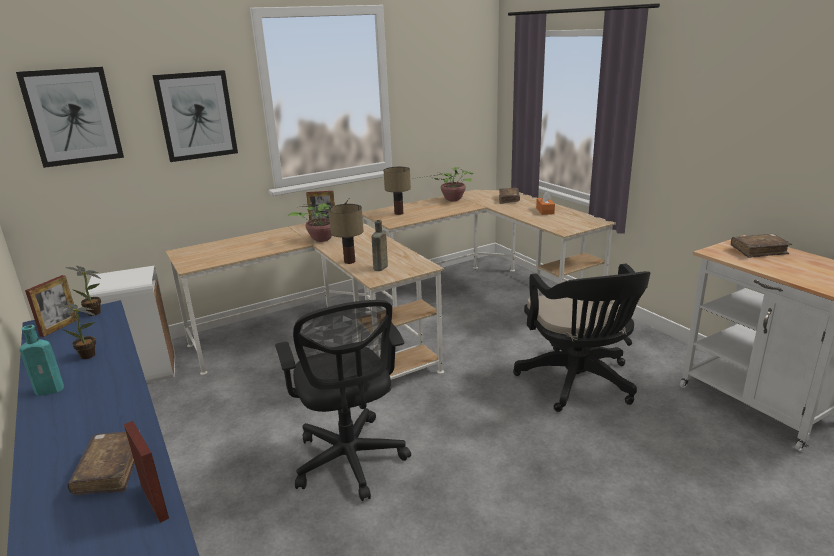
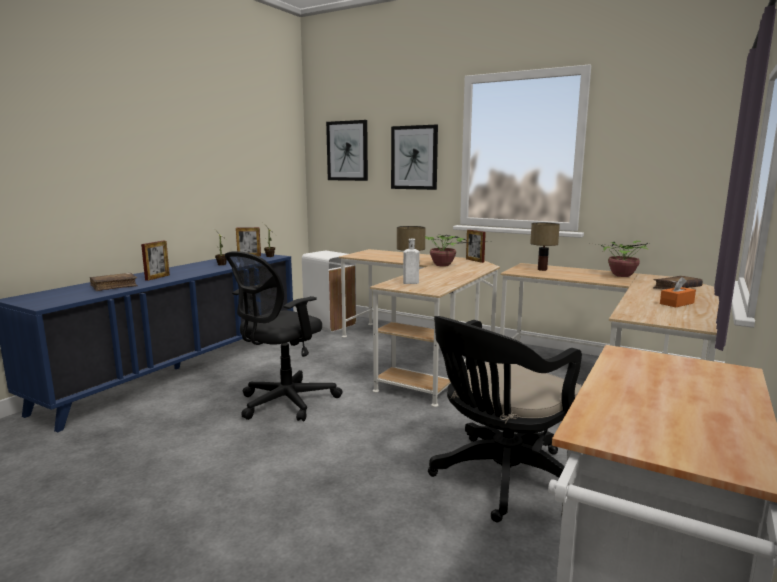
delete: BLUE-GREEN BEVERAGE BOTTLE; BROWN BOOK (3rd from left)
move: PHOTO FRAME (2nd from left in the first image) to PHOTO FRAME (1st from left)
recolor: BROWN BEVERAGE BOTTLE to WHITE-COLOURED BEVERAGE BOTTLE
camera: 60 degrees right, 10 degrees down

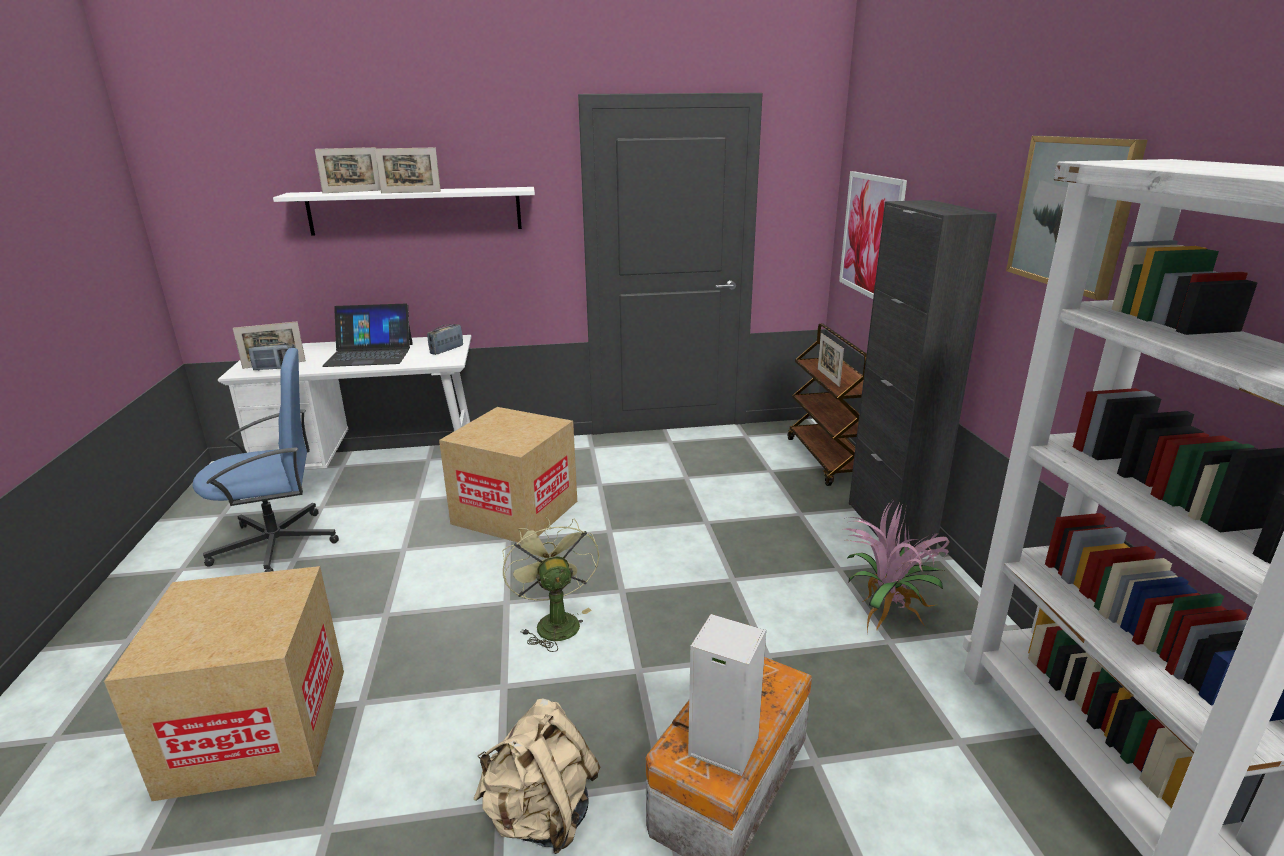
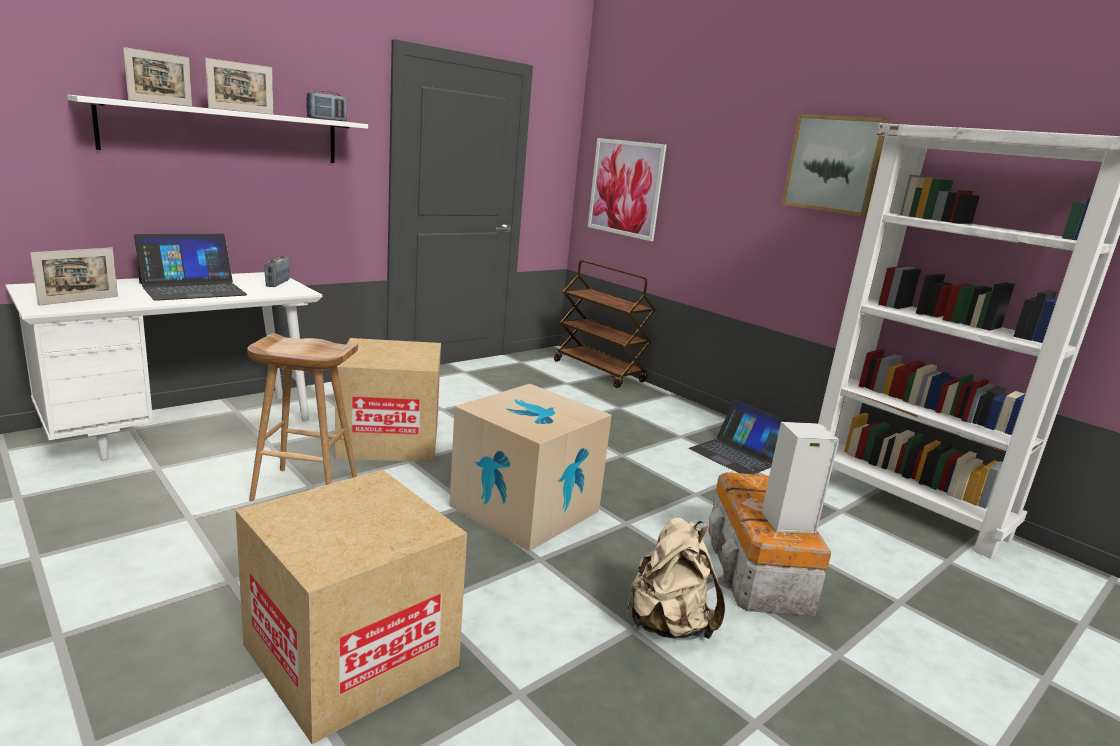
delete: BLUISH OFFICE CHAIR; PHOTO FRAME (4th from left); BLACK STORAGE CABINET
insert: BROWN STOOL
move: RADIO RECEIVER (1st from left in the first image) to RADIO RECEIVER (2nd from left)
replace: GREEN FAN to CARTON (3rd from left); HOUSEPLANT to NOTEBOOK COMPUTER (2nd from left)
camera: 35 degrees left, 5 degrees down

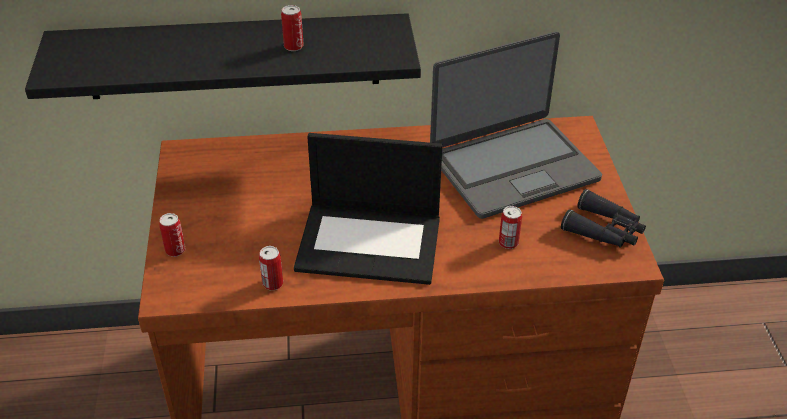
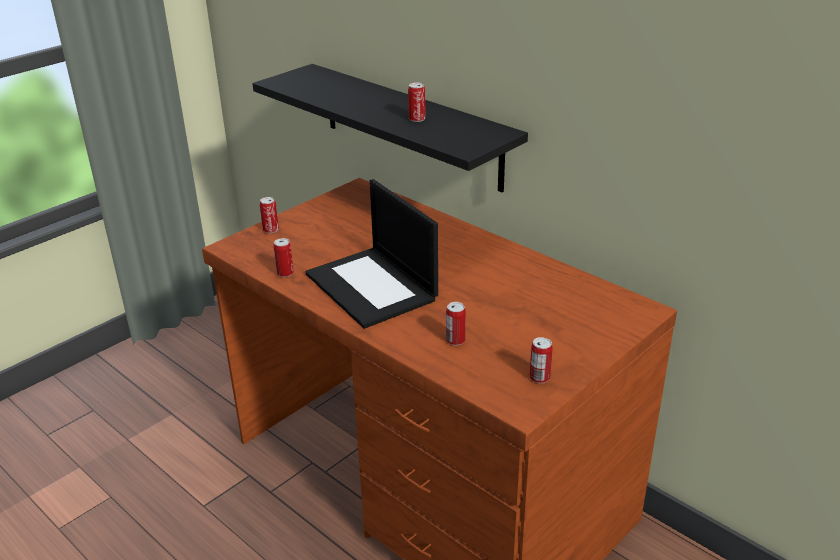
delete: NOTEBOOK COMPUTER (2nd from left)
replace: BLACK BINOCULARS to CAN (5th from left)
camera: 50 degrees right, 10 degrees down

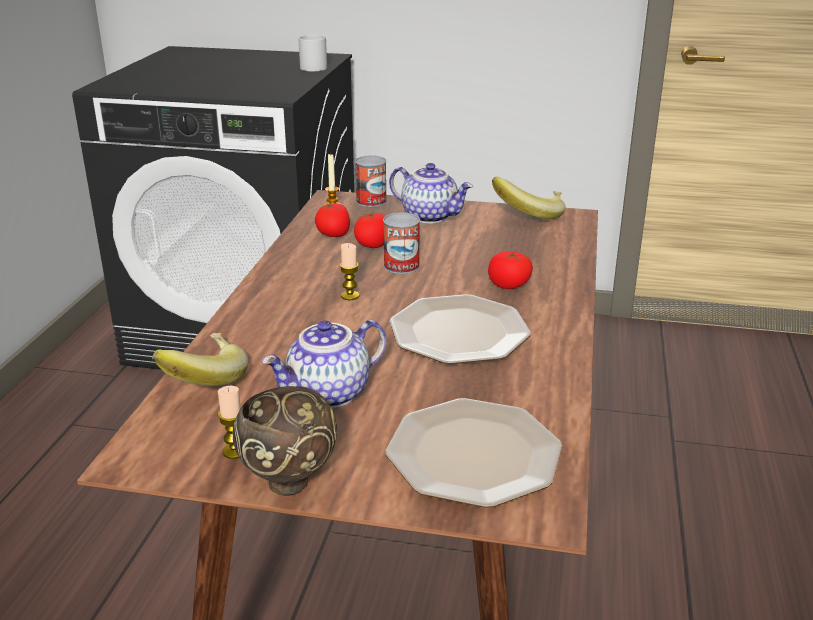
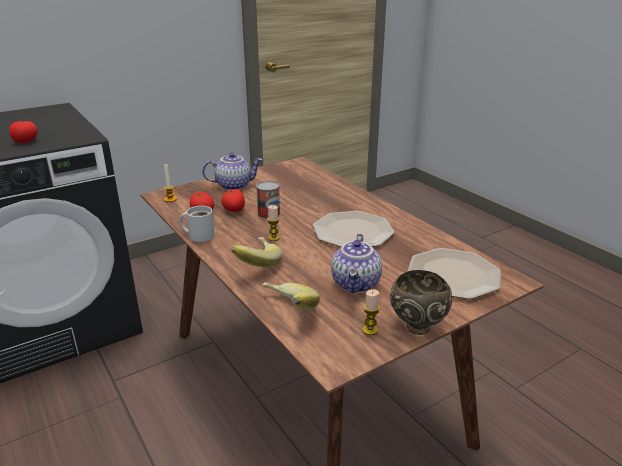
delete: CAN (1st from left)
move: WHITE-COLOURED MUG; FRESH TOMATO (3rd from left in the first image) to FRESH TOMATO (1st from left); WHOLE BANANA (2nd from left in the first image) to WHOLE BANANA (1st from left)
camera: 45 degrees left, 0 degrees up

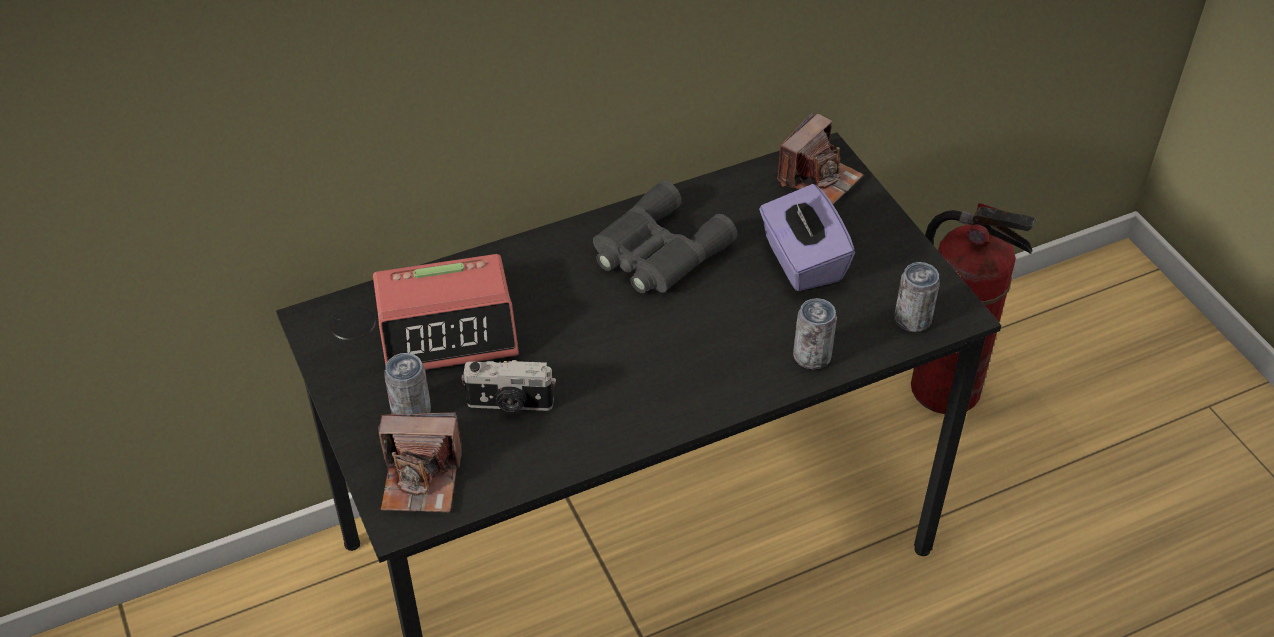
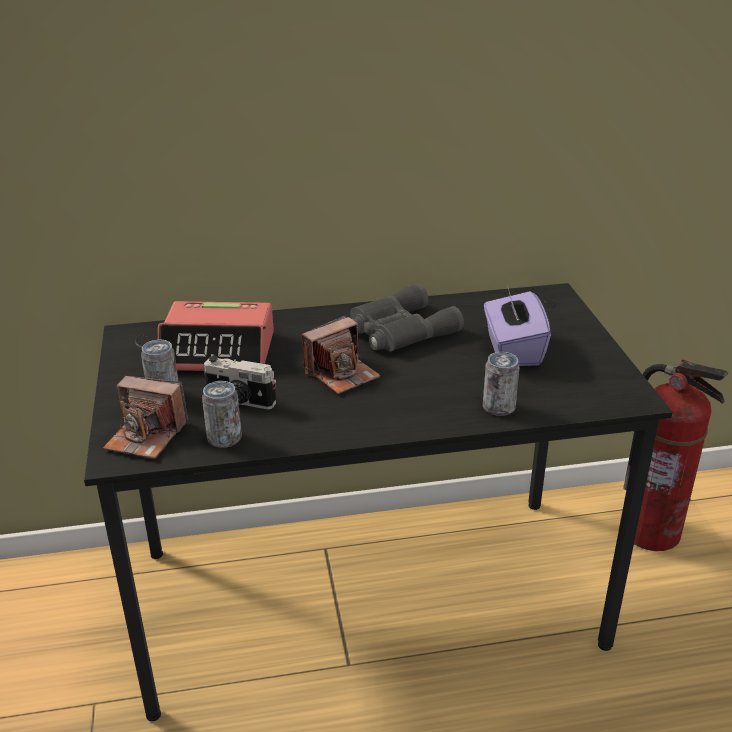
move: STILL CAMERA (3rd from left); CAN (3rd from left in the first image) to CAN (2nd from left)
camera: 15 degrees right, 15 degrees down

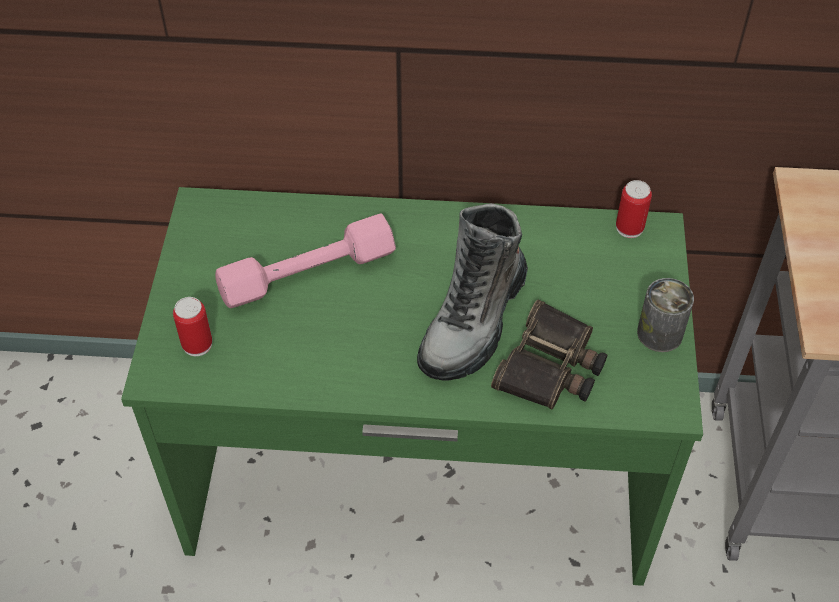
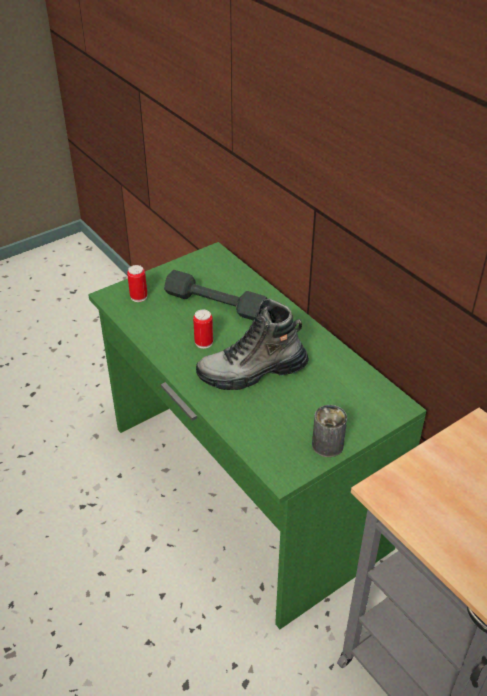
delete: BINOCULARS
move: CAN (2nd from left)
recolor: PINKISH DUMBBELL to GREY DUMBBELL
camera: 50 degrees right, 10 degrees down

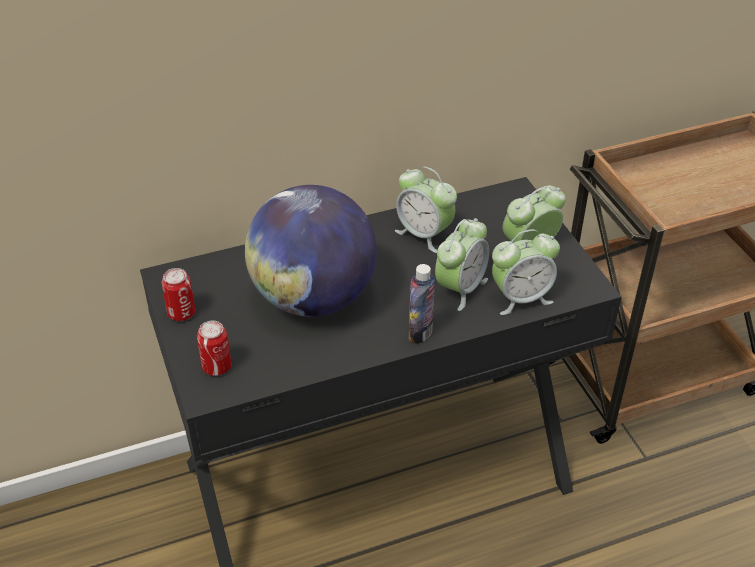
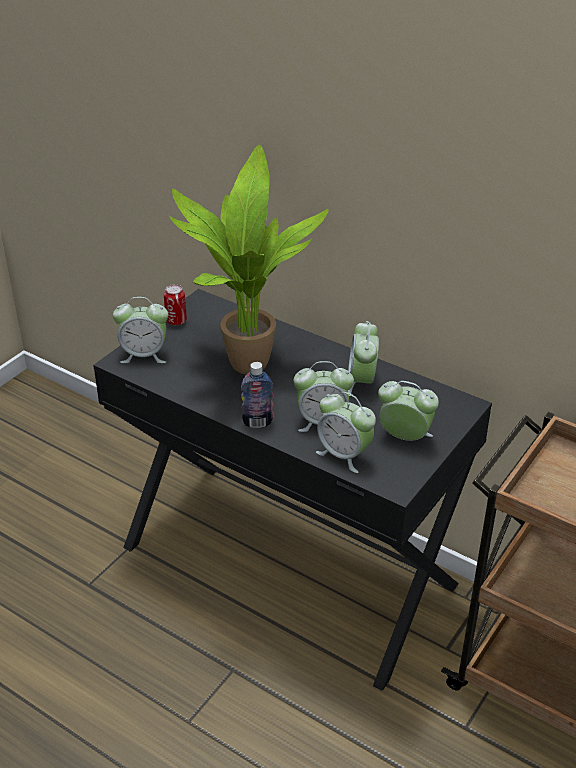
replace: CAN (2nd from left) to TABLE CLOCK (1st from left); GLOBE to HOUSEPLANT
camera: 55 degrees right, 5 degrees down

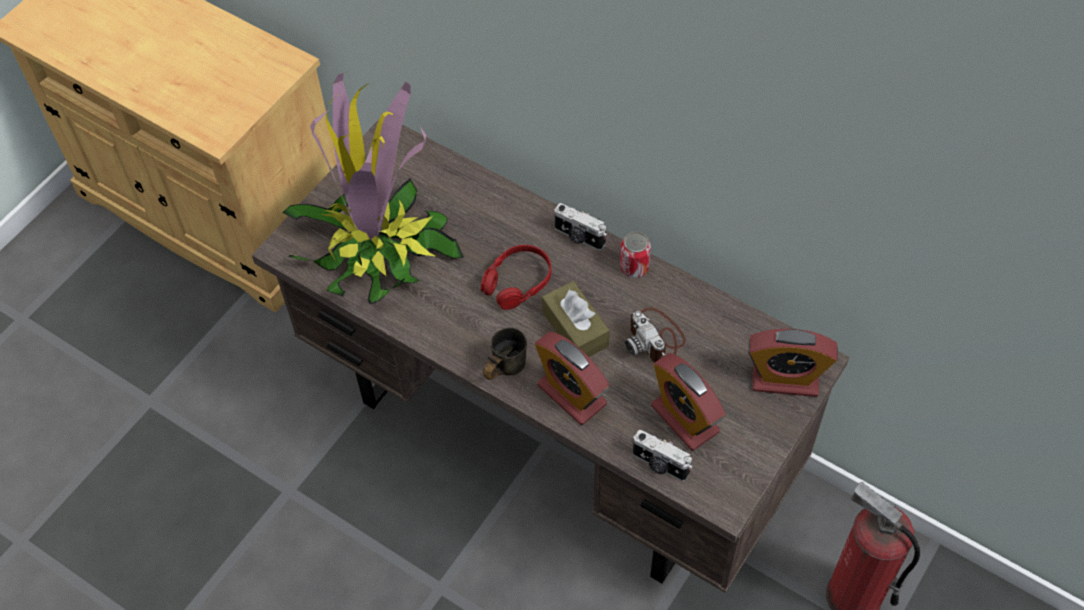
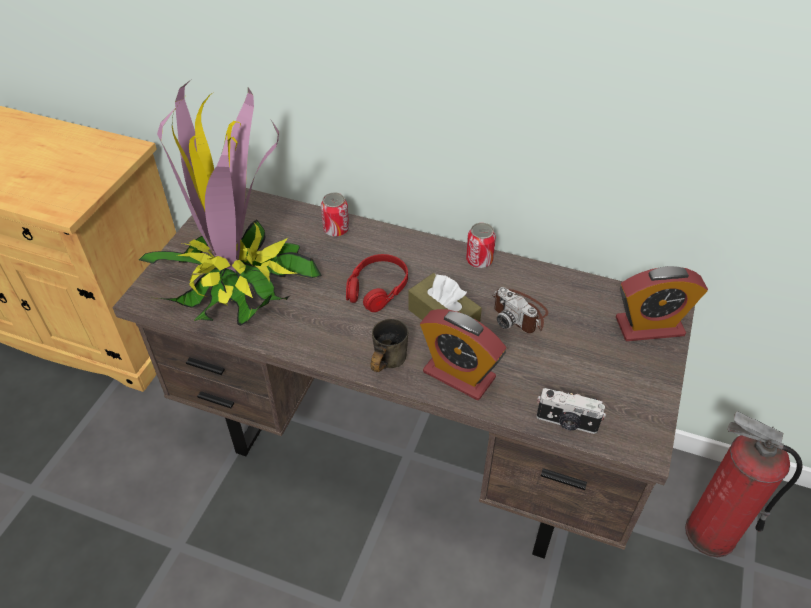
delete: STILL CAMERA (1st from left); TABLE CLOCK (2nd from left)
insert: CAN (1st from left)
camera: 15 degrees left, 10 degrees down

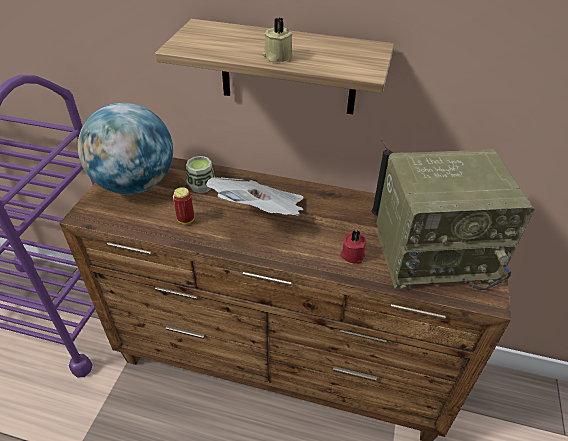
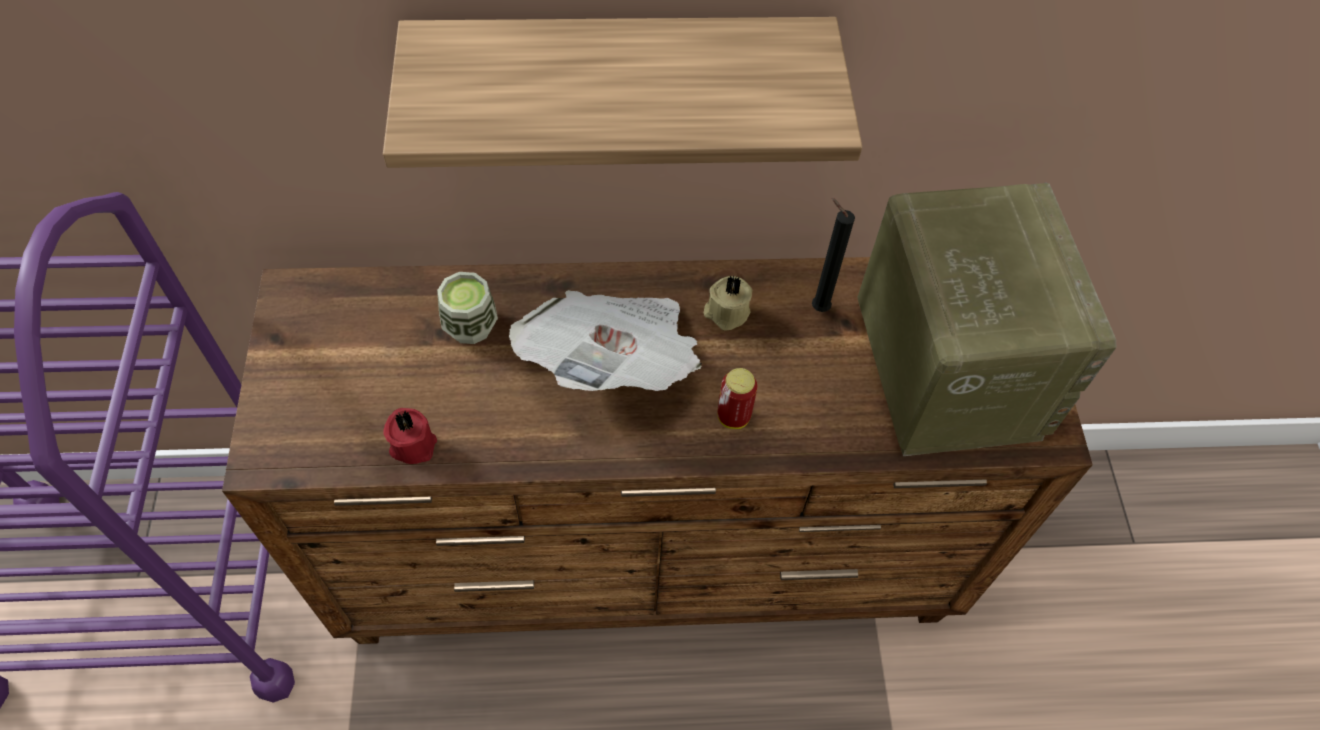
delete: GLOBE
move: CAN; SAND-COLOURED WAX LIGHT; RED WAX LIGHT
rotate: RADIO RECEIVER 75 degrees counterclockwise
camera: 20 degrees left, 15 degrees up

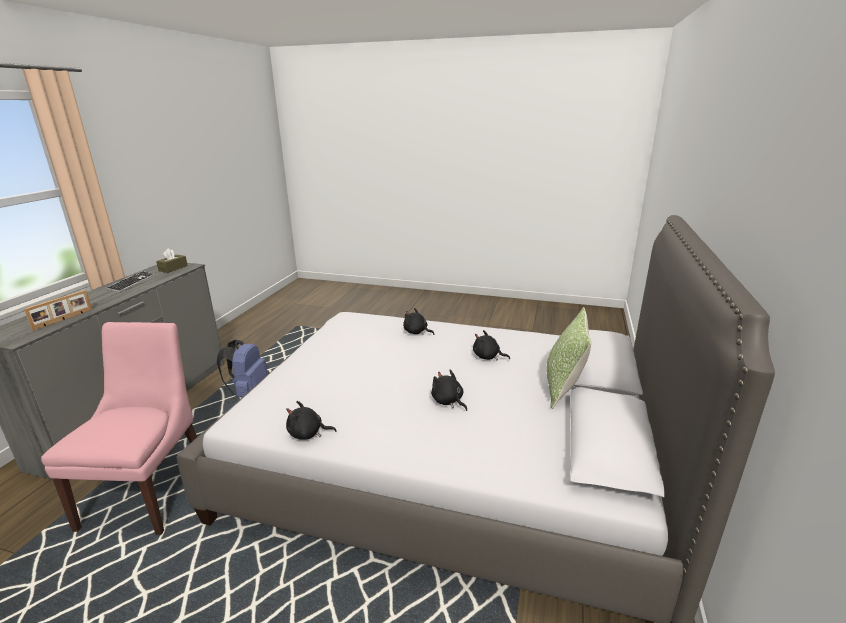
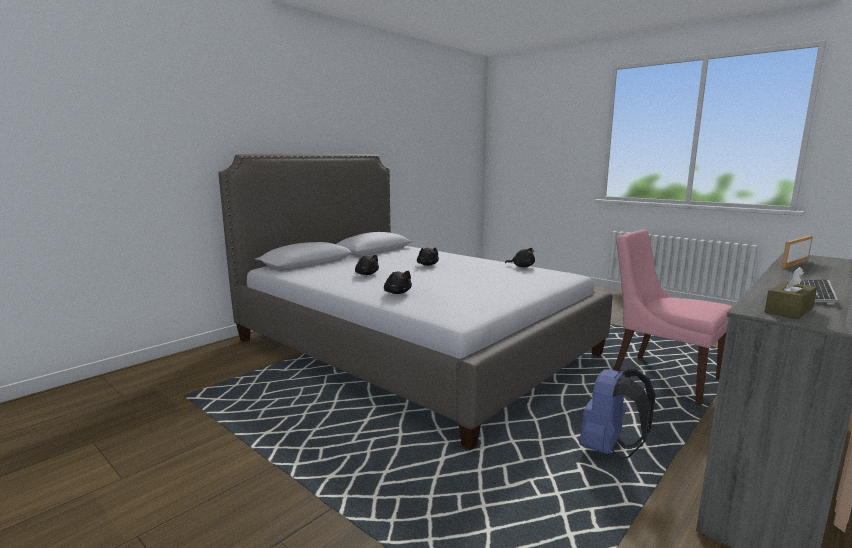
delete: THROW PILLOW
rotate: PINKISH CHAIR 105 degrees clockwise
camera: 155 degrees left, 10 degrees down

